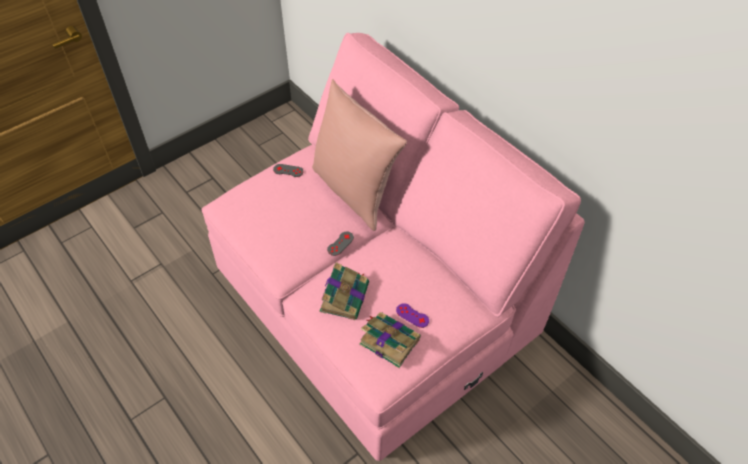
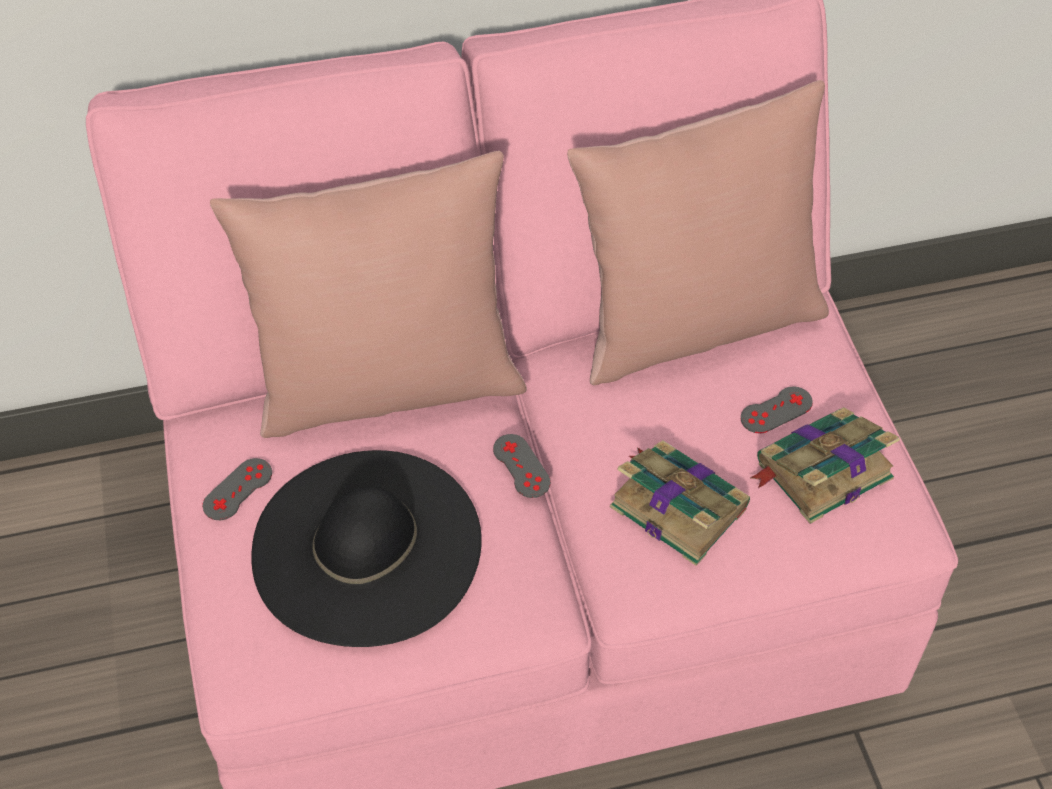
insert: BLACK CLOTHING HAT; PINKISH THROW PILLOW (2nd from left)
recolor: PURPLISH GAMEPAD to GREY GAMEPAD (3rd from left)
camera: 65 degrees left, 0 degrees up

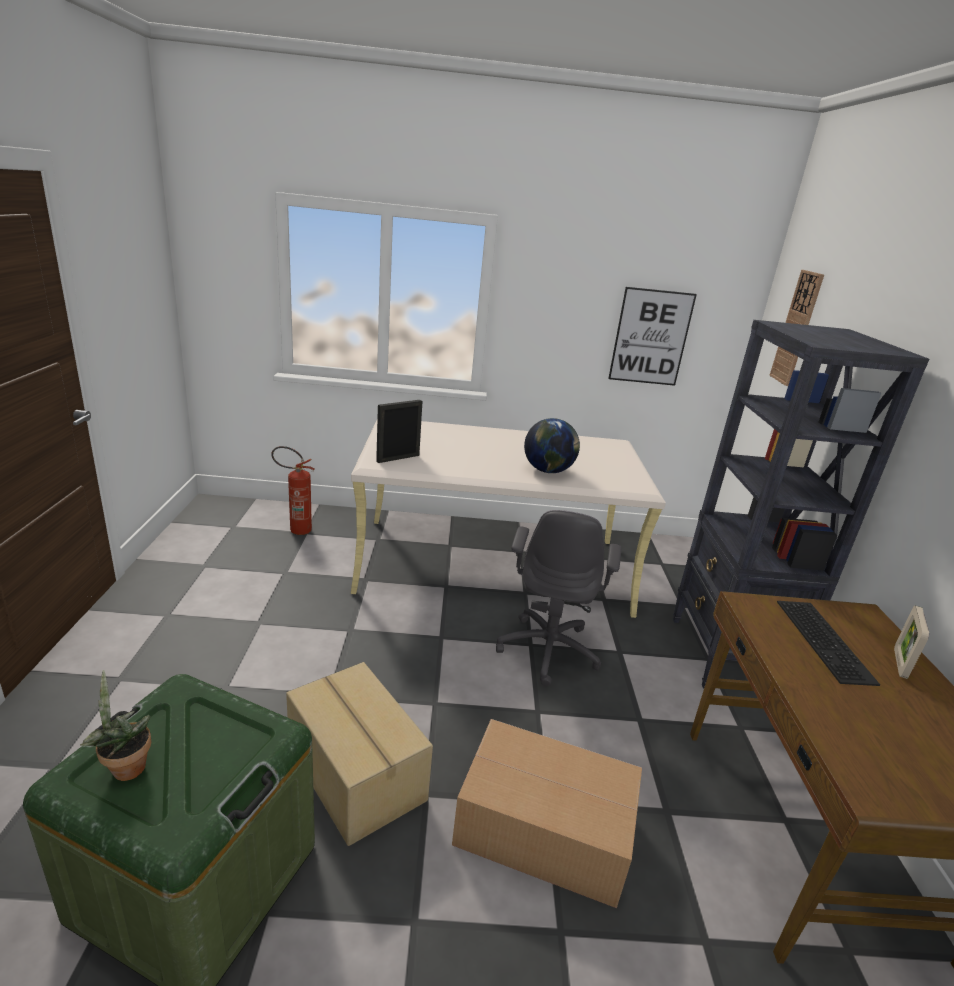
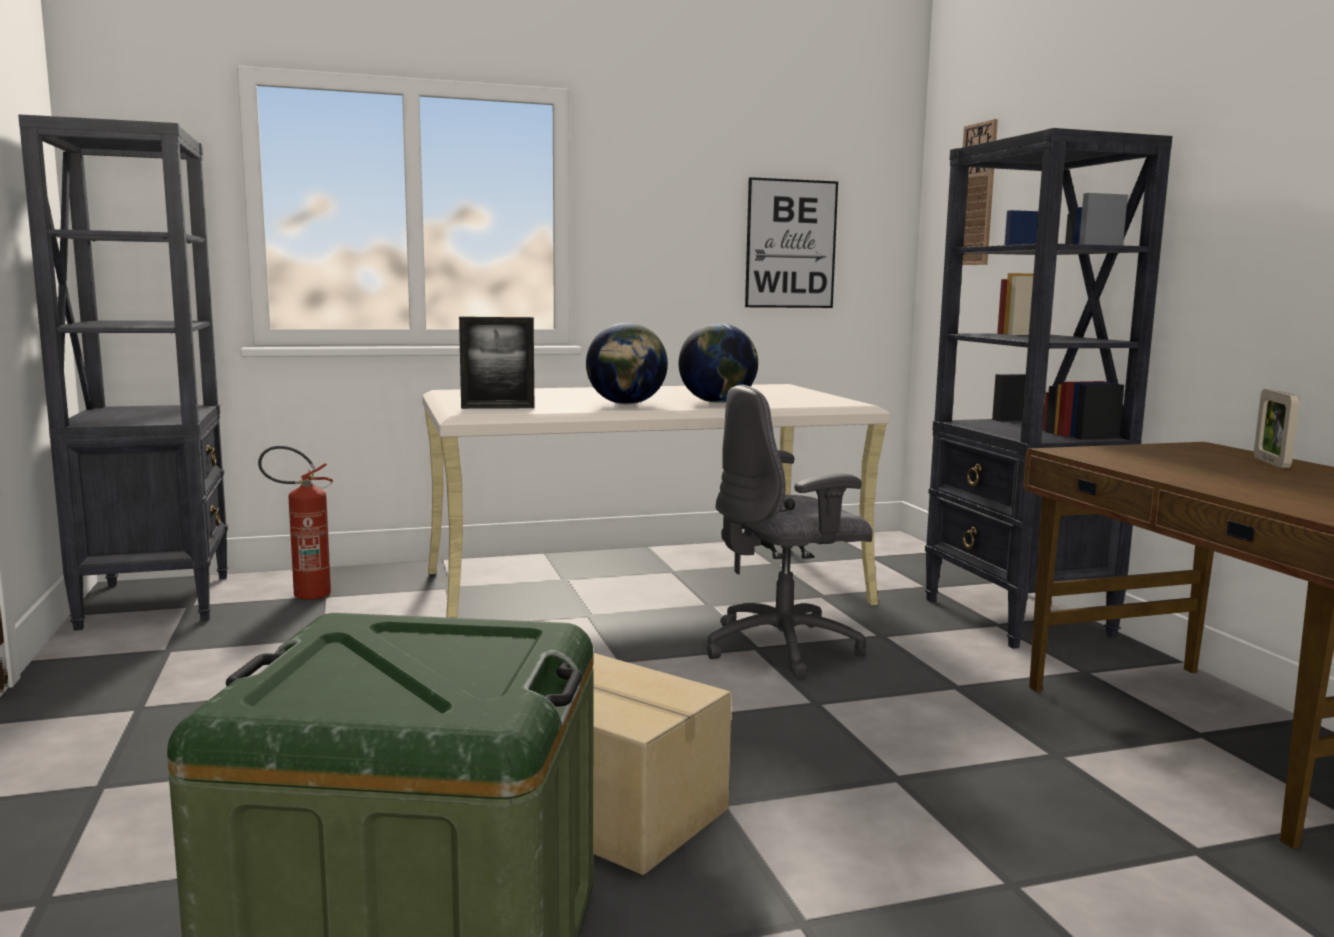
delete: HOUSEPLANT; CARTON (2nd from left); KEYBOARD
insert: BLACK SHELVING UNIT (1st from left); GLOBE (1st from left)
rotate: PHOTO FRAME (1st from left) 135 degrees counterclockwise; GREY OFFICE CHAIR 75 degrees clockwise
camera: 15 degrees left, 15 degrees down

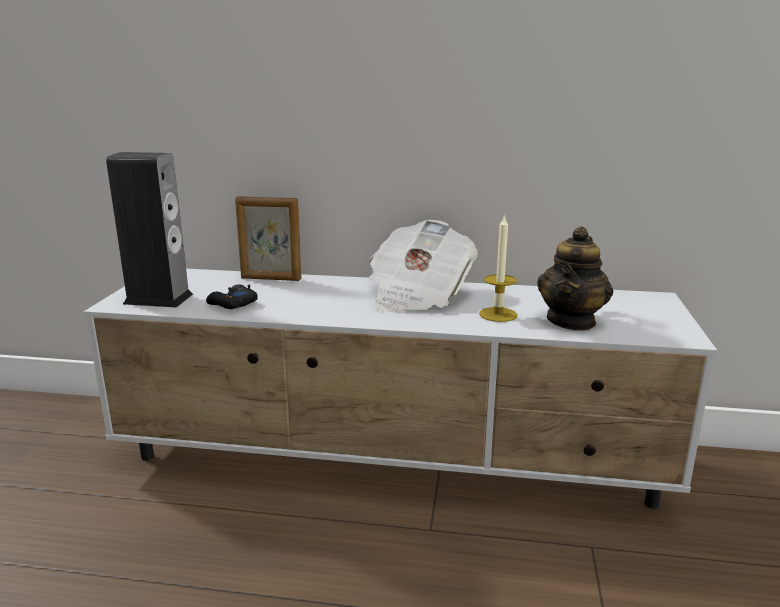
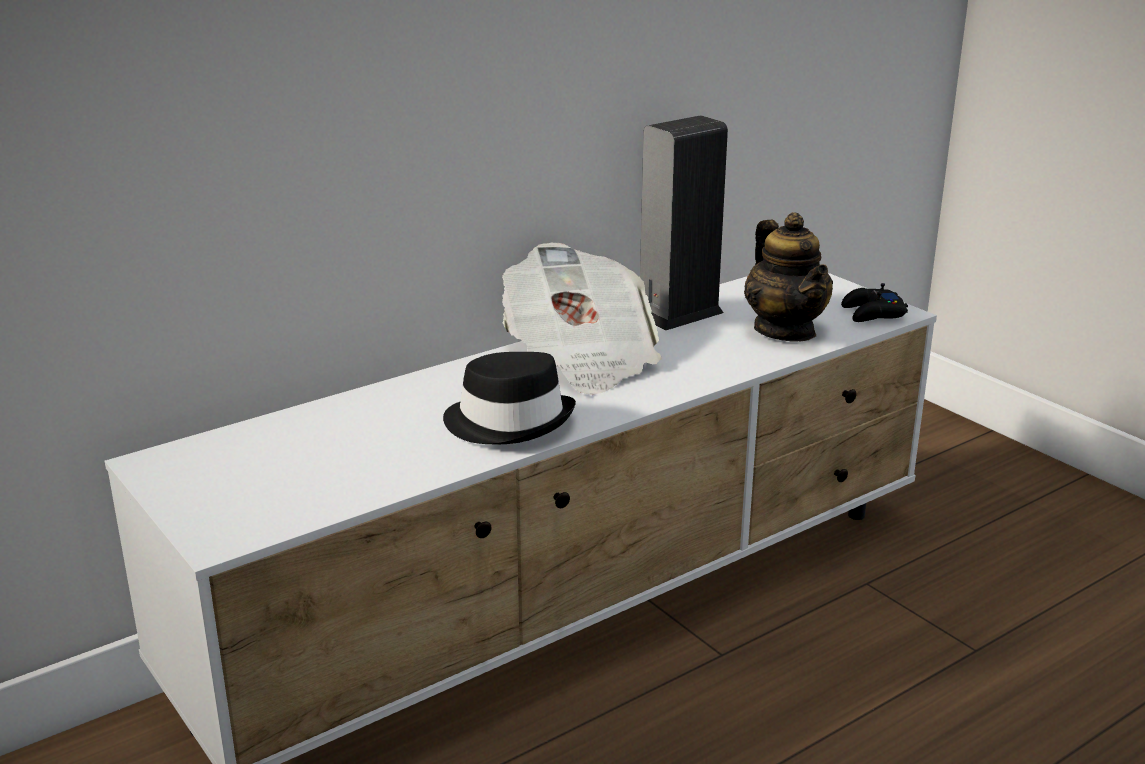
delete: PHOTO FRAME; WAX LIGHT
insert: BLACK CLOTHING HAT
move: AUDIO SPEAKER; BLACK GAMEPAD
camera: 45 degrees left, 5 degrees up

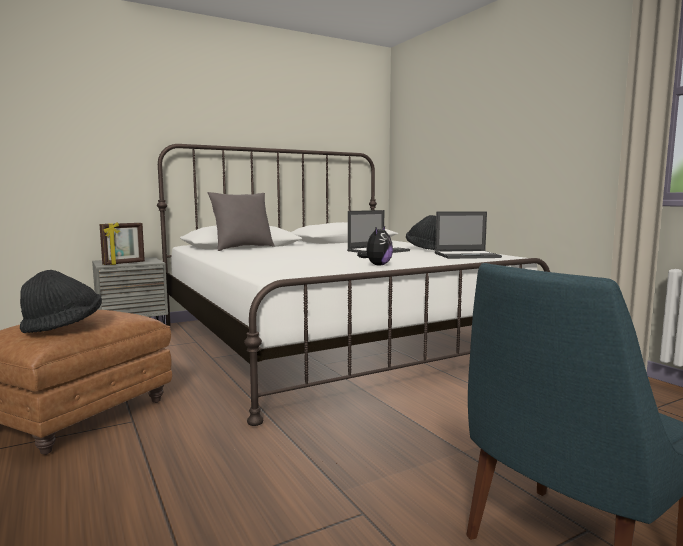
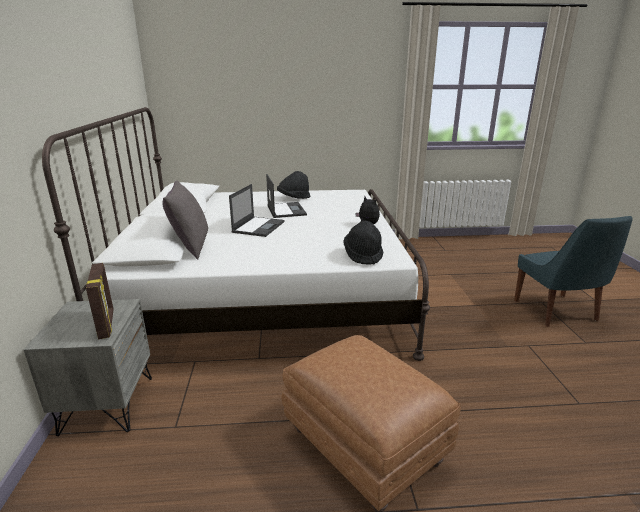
move: BLACK CLOTHING HAT (1st from left in the first image) to BLACK CLOTHING HAT (2nd from left); NOTEBOOK COMPUTER (2nd from left in the first image) to NOTEBOOK COMPUTER (1st from left)
camera: 65 degrees left, 15 degrees up

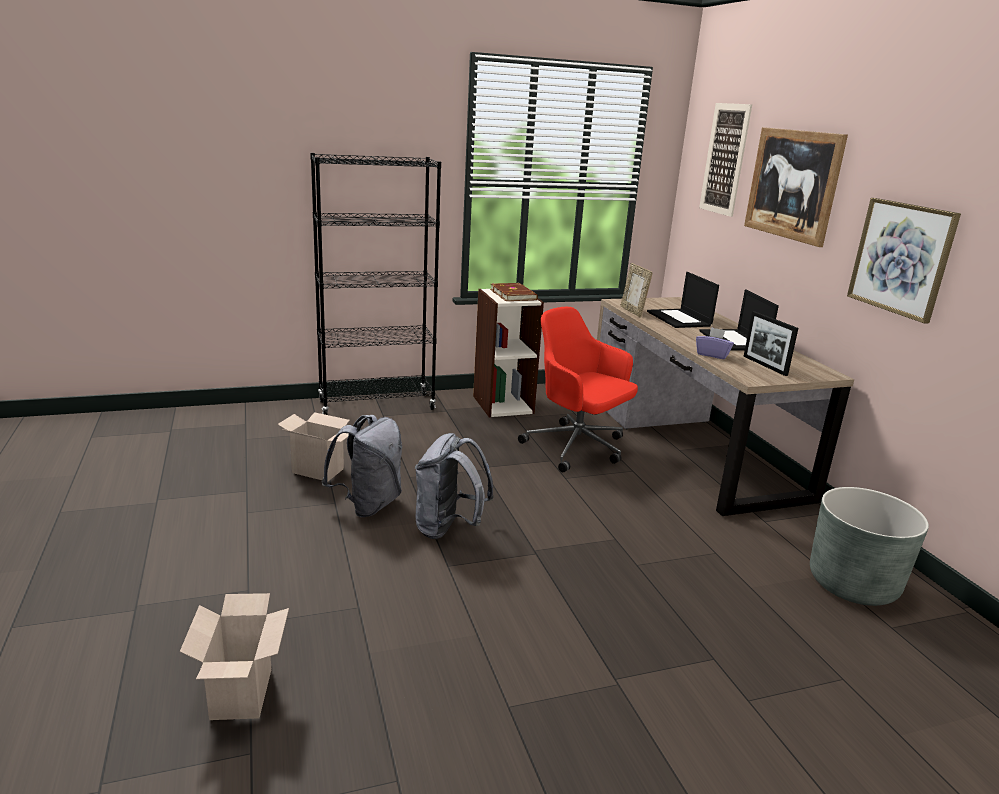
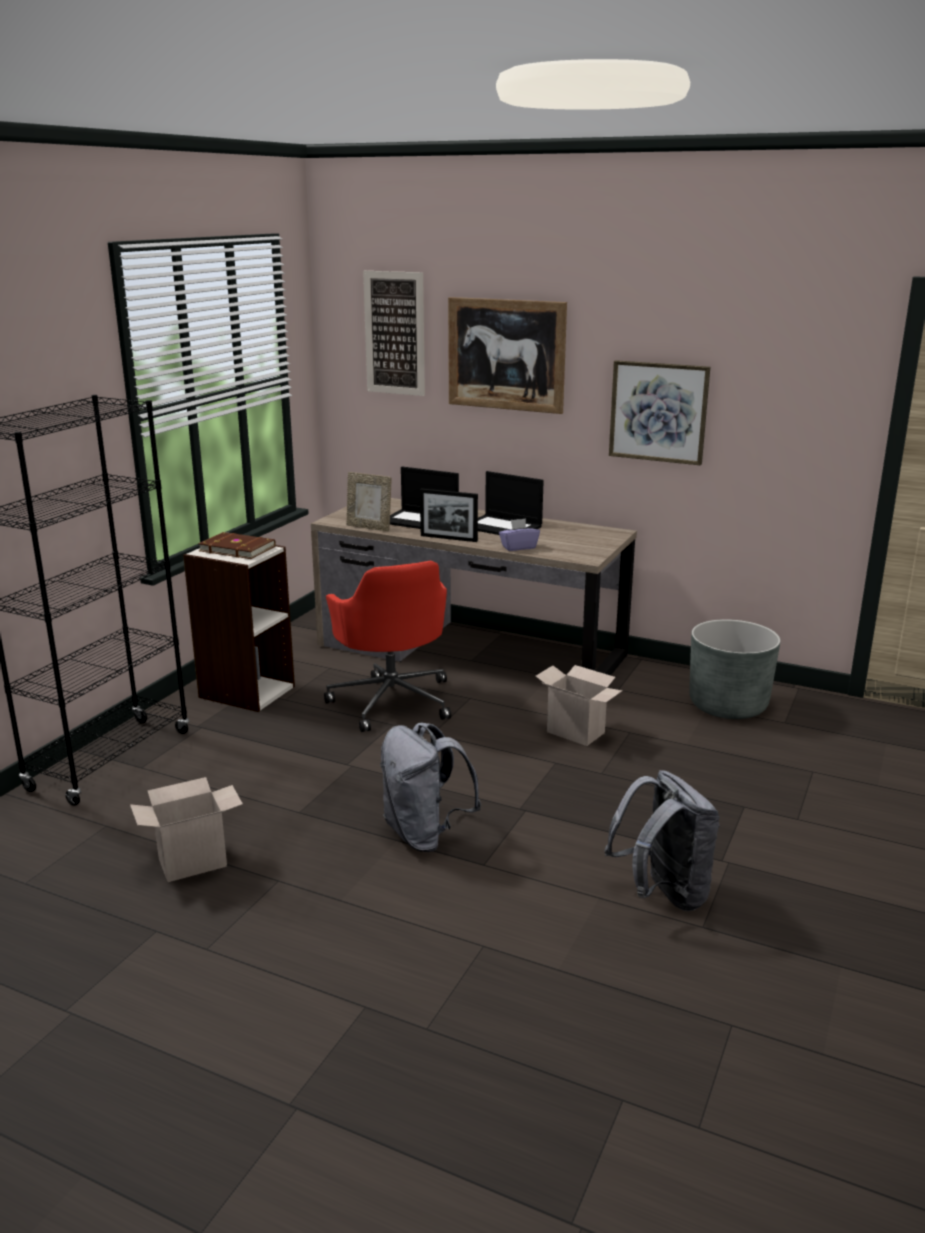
move: CARTON (1st from left in the first image) to CARTON (2nd from left); GREY BACKPACK (1st from left in the first image) to GREY BACKPACK (2nd from left); PHOTO FRAME (2nd from left)
rotate: RED OFFICE CHAIR 105 degrees counterclockwise
camera: 45 degrees left, 0 degrees up

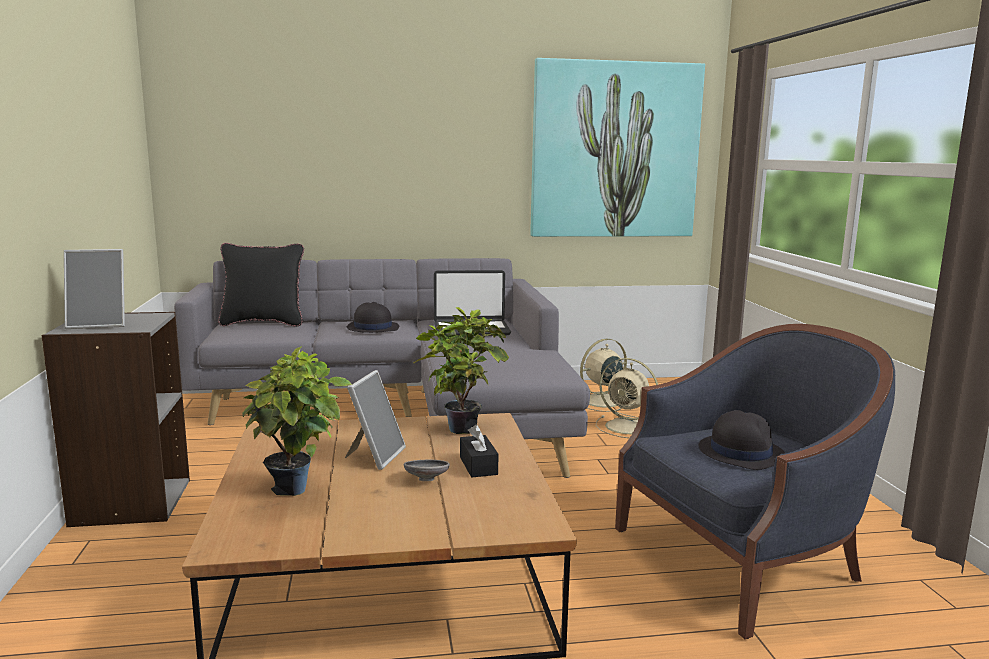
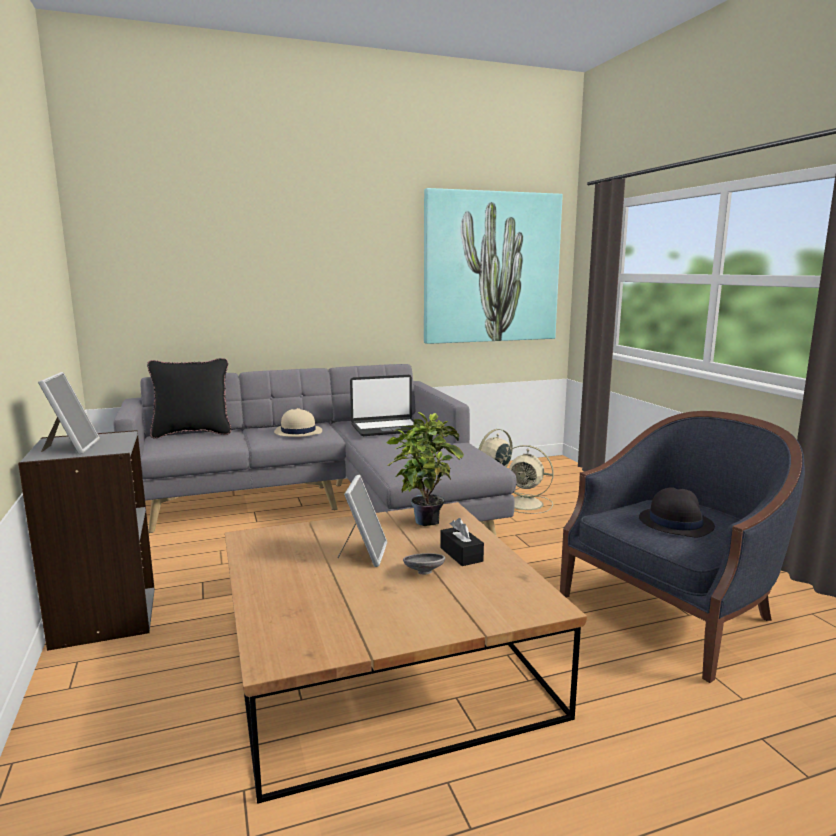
delete: HOUSEPLANT (1st from left)
recolor: BLACK CLOTHING HAT (1st from left) to SAND-COLOURED CLOTHING HAT
rotate: PHOTO FRAME (1st from left) 75 degrees counterclockwise
camera: 10 degrees left, 0 degrees up

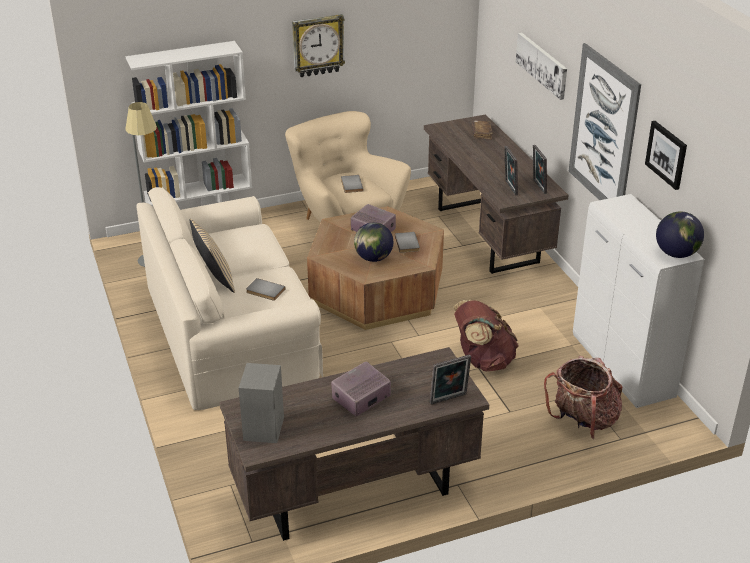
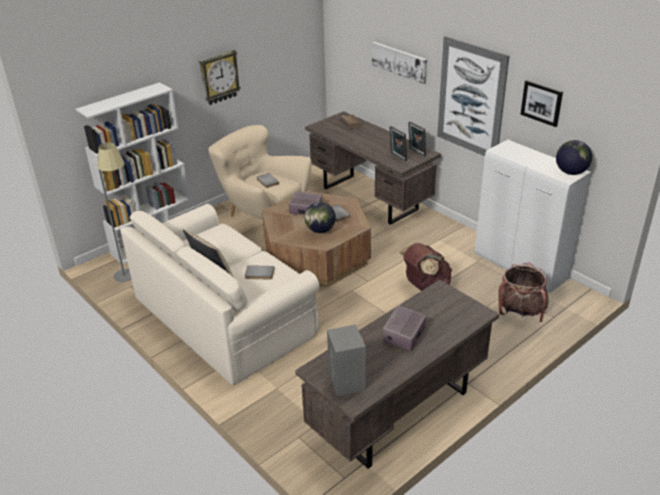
delete: PHOTO FRAME (1st from left)
camera: 20 degrees left, 0 degrees up

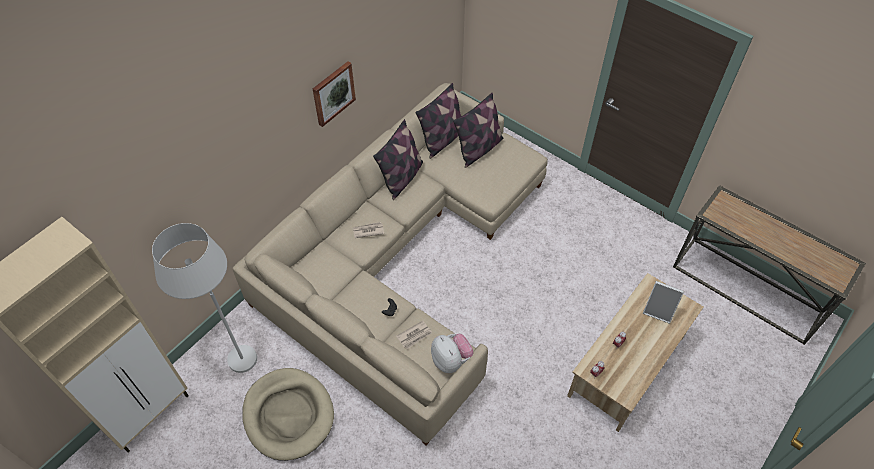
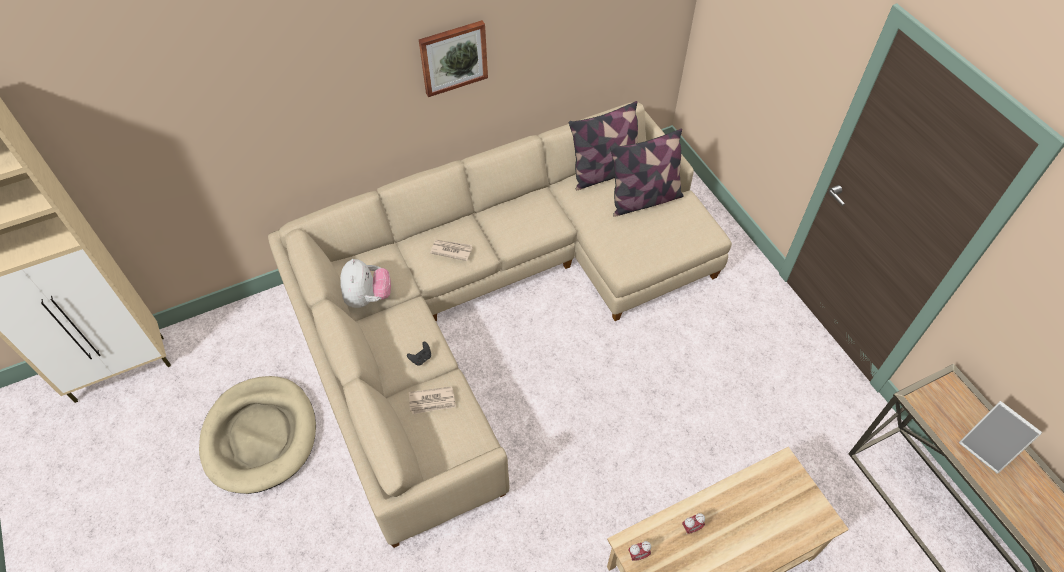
delete: WHITE-COLOURED STANDARD LAMP; THROW PILLOW (1st from left)
move: PLUSH TOY; PHOTO FRAME
camera: 25 degrees right, 0 degrees up

